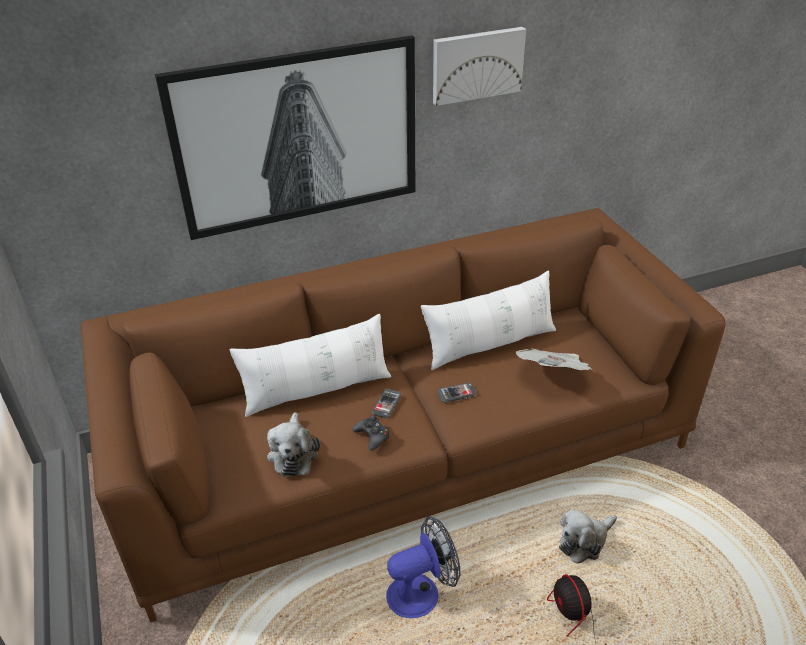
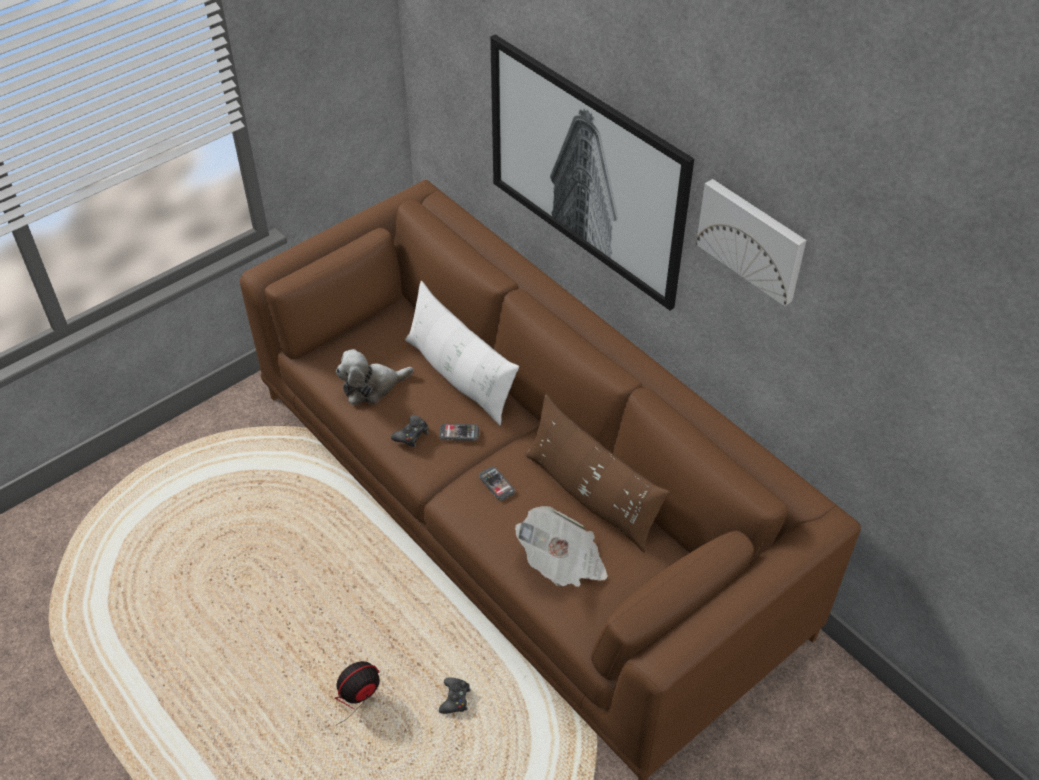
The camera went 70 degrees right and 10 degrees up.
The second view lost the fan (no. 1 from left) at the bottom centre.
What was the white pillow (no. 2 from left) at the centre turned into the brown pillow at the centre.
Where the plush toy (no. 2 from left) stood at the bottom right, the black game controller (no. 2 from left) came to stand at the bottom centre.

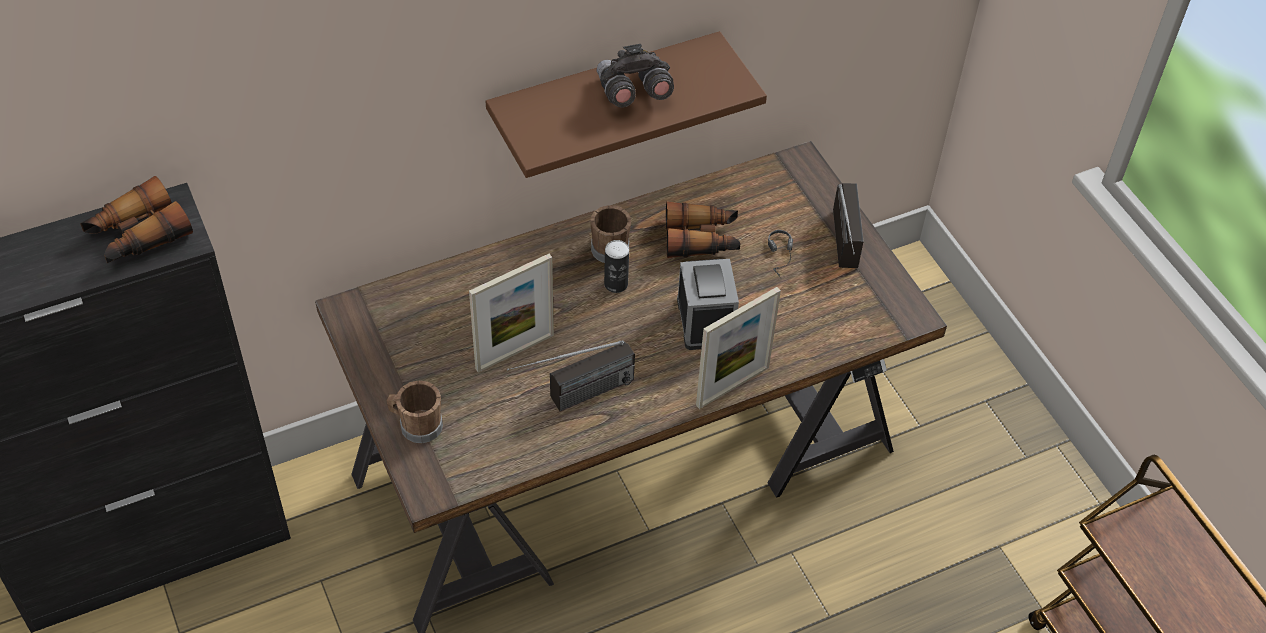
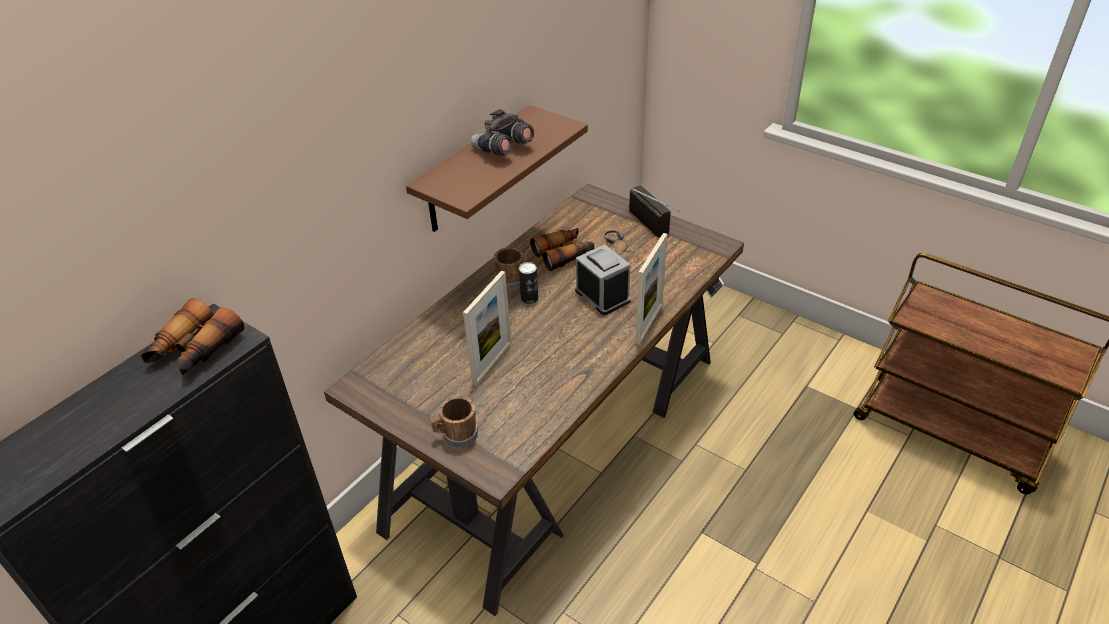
The camera went 25 degrees left and 10 degrees down.
The second view lost the radio (no. 1 from left) at the centre.

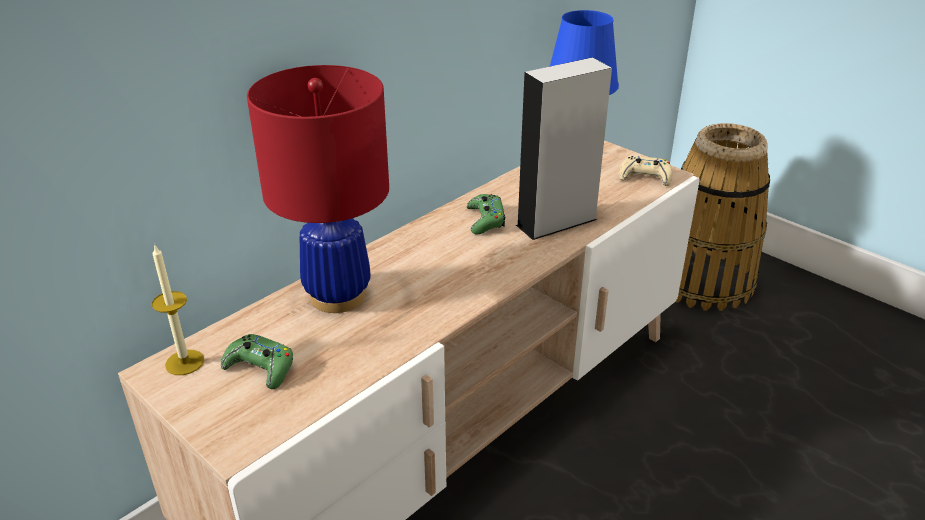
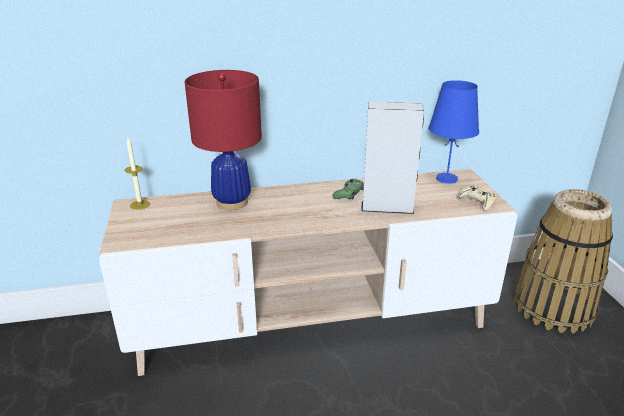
The camera went 35 degrees right and 5 degrees down.
The second view lost the green game controller (no. 1 from left) at the bottom left.

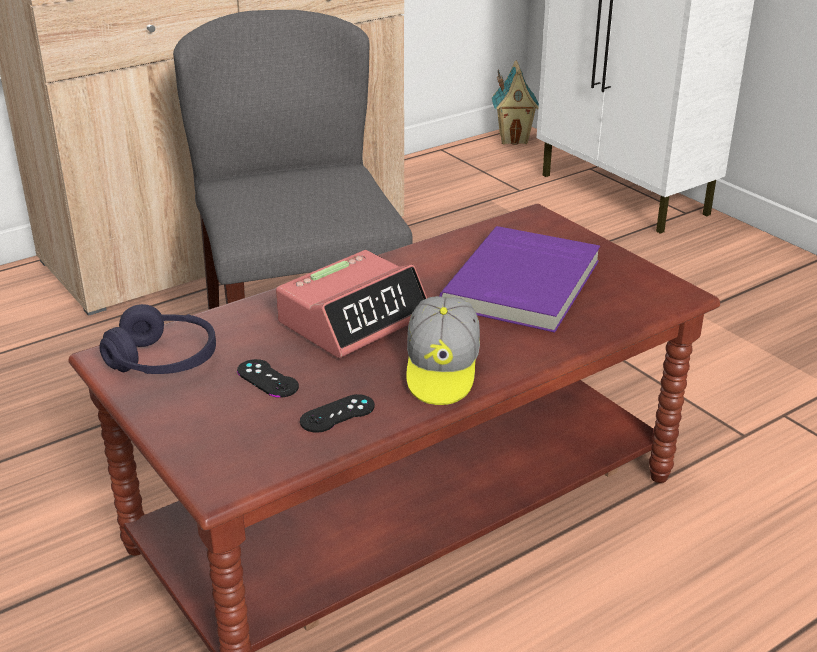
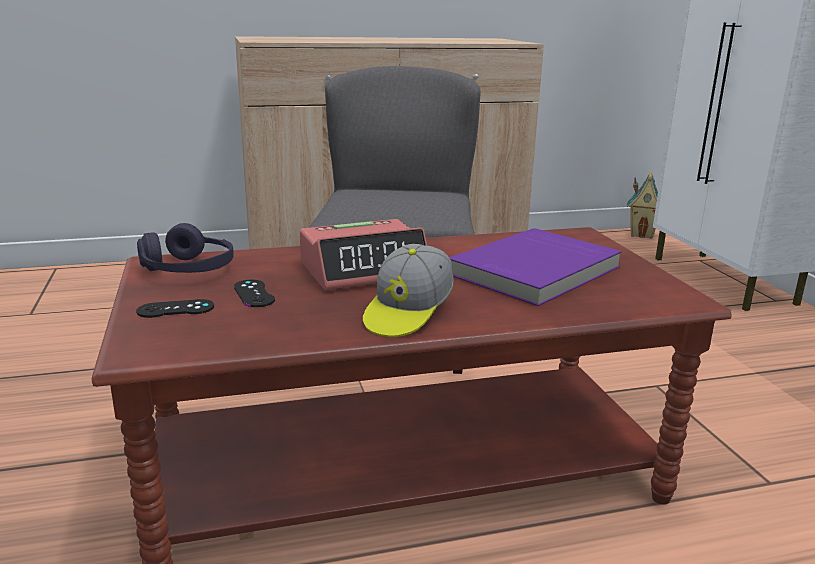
The camera went 20 degrees right and 10 degrees down.
The black game controller (no. 2 from left in the first image) ended up elsewhere, having gone from the centre to the middle left.

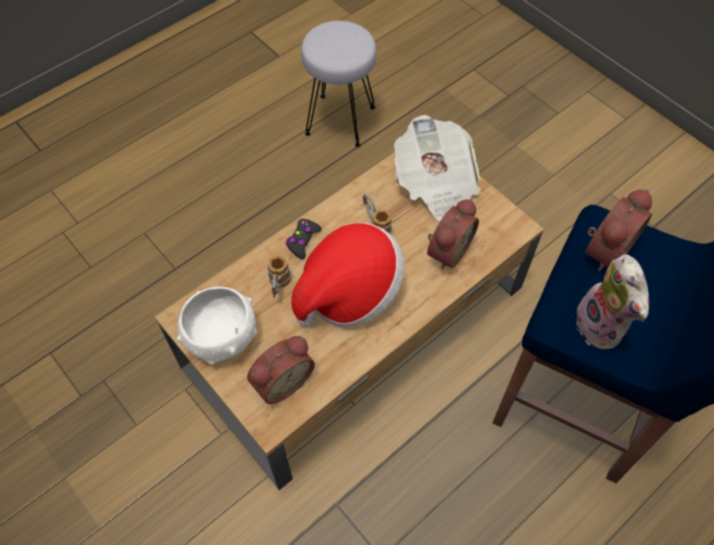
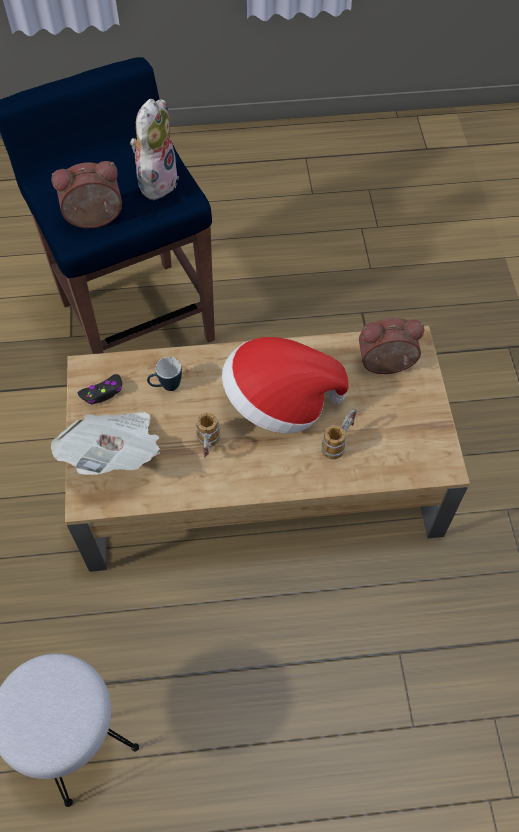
The camera went 145 degrees left and 0 degrees up.
The second view lost the white bowl at the middle left.
The black game controller ended up elsewhere, having gone from the centre to the middle left.
Where the alarm clock (no. 2 from left) stood at the centre, the mug (no. 1 from left) came to stand at the middle left.

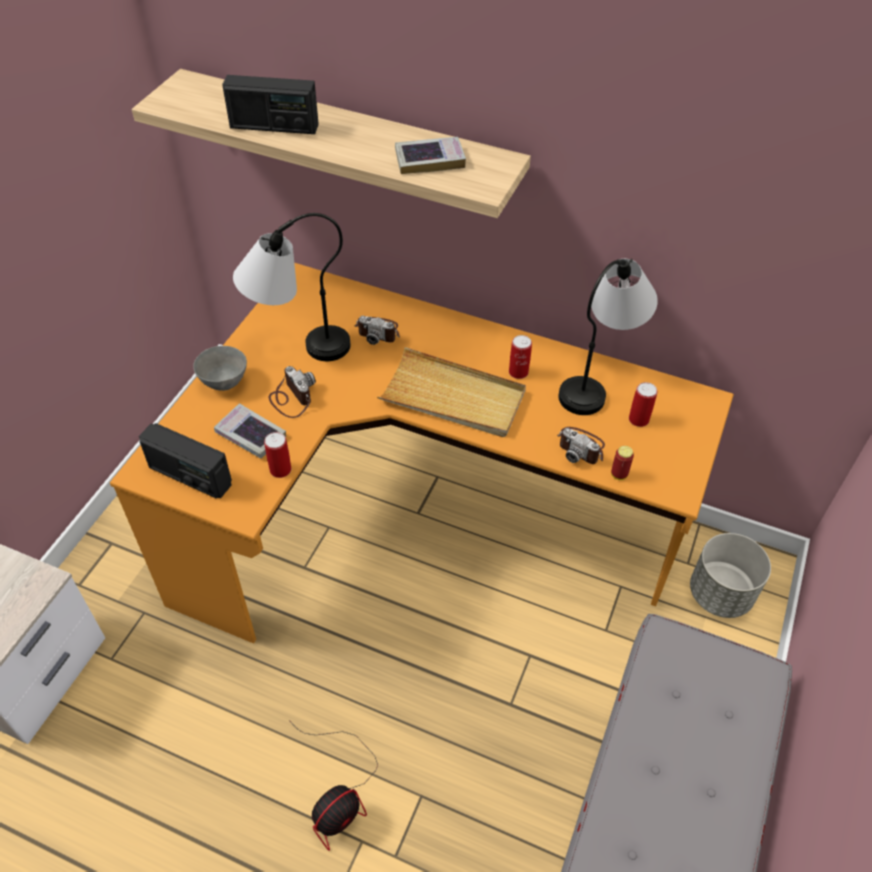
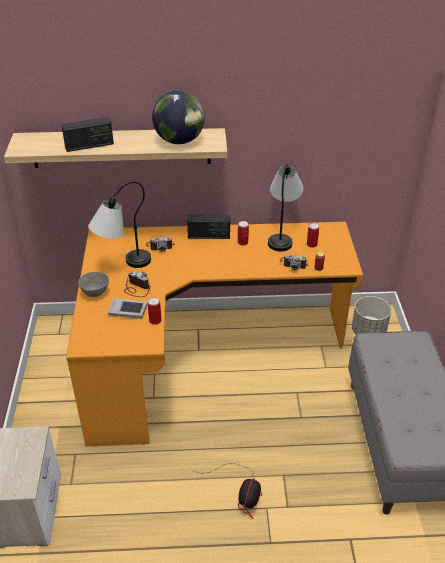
The camera went 25 degrees left and 10 degrees down.
The radio (no. 1 from left in the first image) ended up elsewhere, having gone from the middle left to the centre.
The second view lost the beige tray at the centre.
Where the book (no. 2 from left) stood at the top centre, the globe came to stand at the top centre.

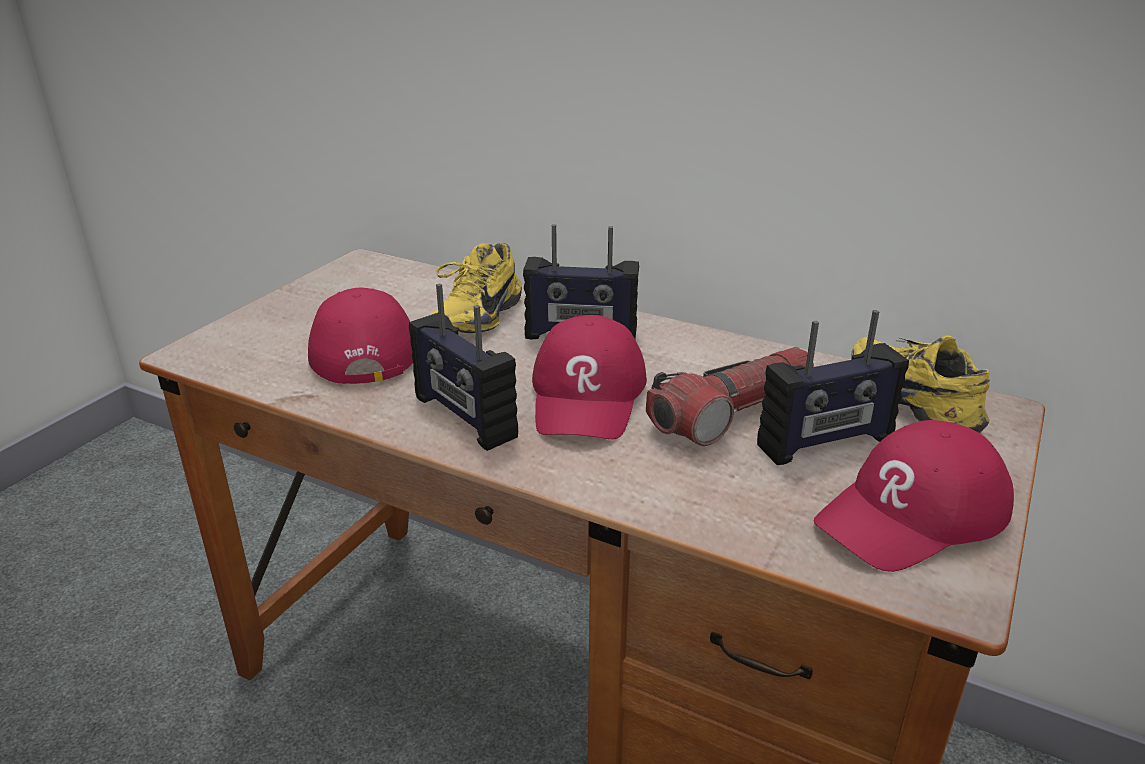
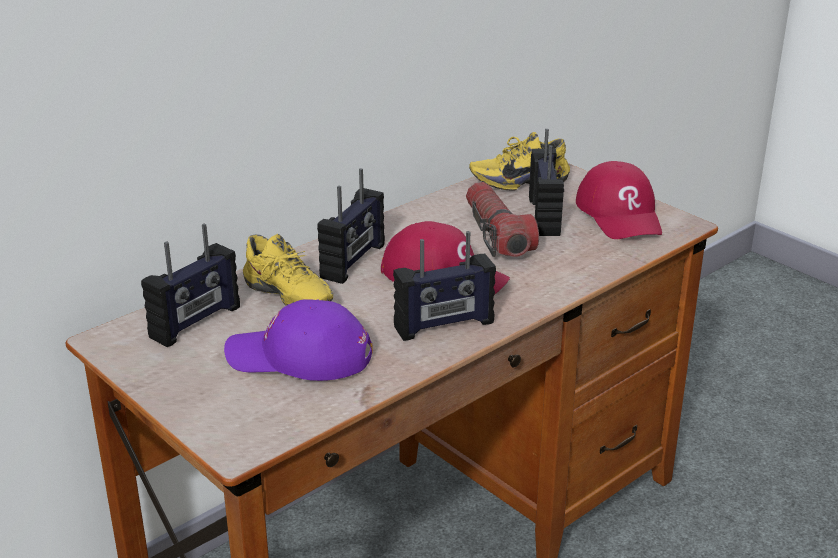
The camera went 70 degrees left and 0 degrees up.
What was the red cap (no. 1 from left) at the middle left turned into the purple cap at the centre.
The second view gained the radio (no. 1 from left) at the middle left.

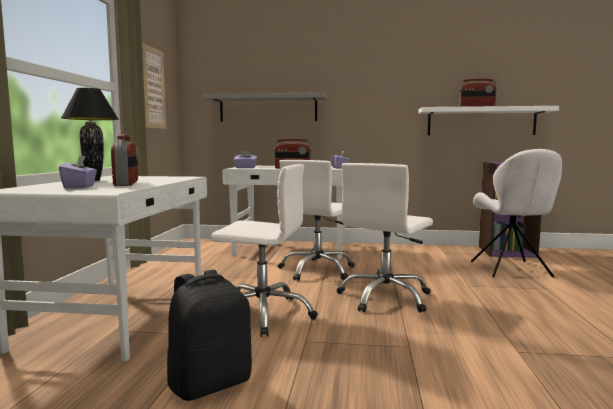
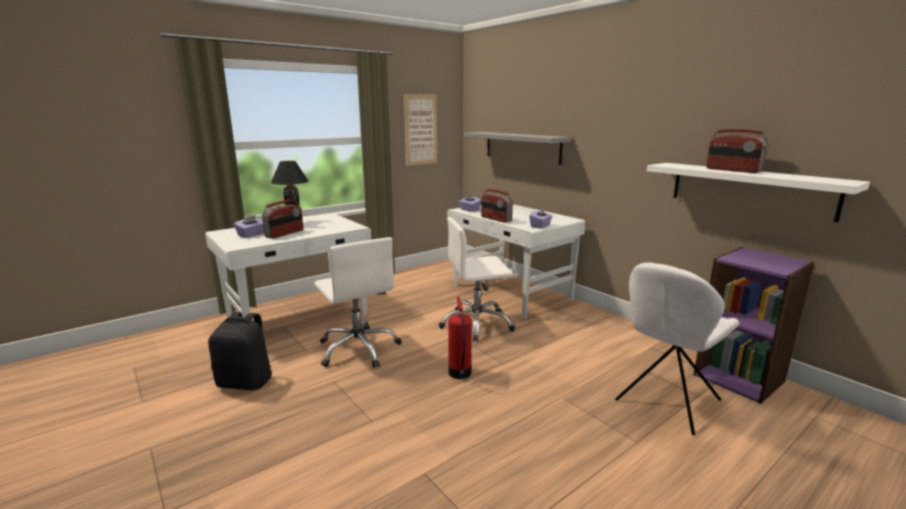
The camera went 45 degrees right and 10 degrees up.
Where the white office chair (no. 3 from left) stood at the centre, the fire extinguisher came to stand at the centre.

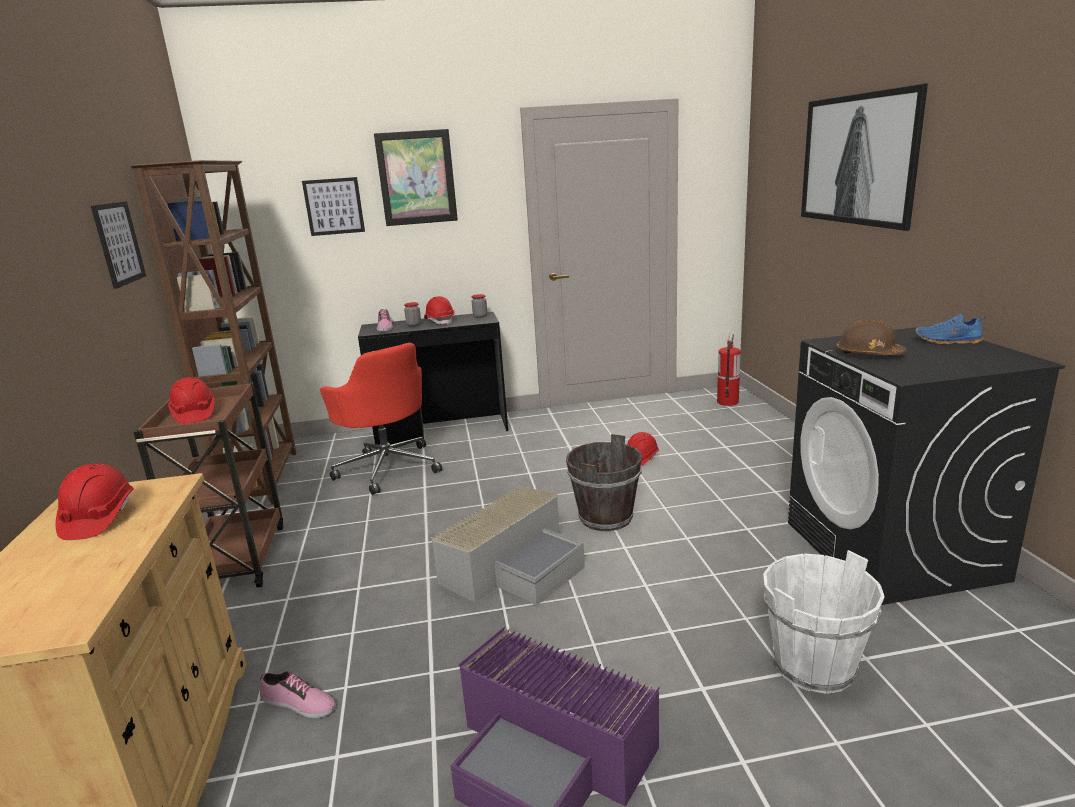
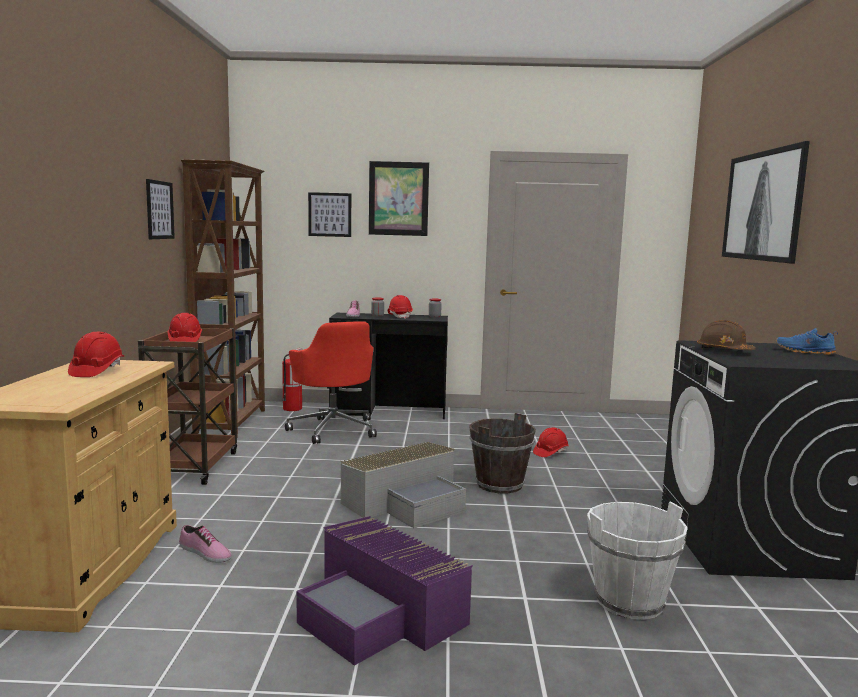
The camera went 10 degrees right and 10 degrees down.
The fire extinguisher ended up elsewhere, having gone from the middle right to the centre.

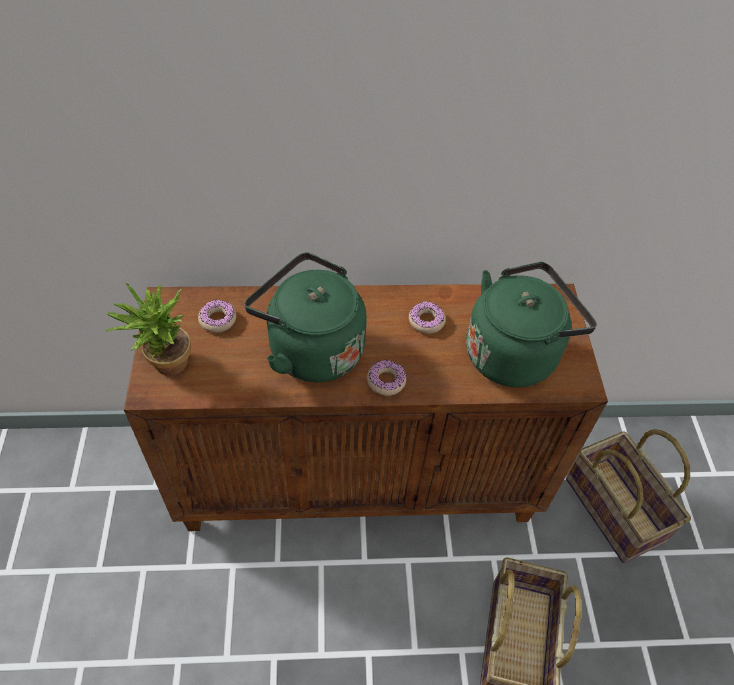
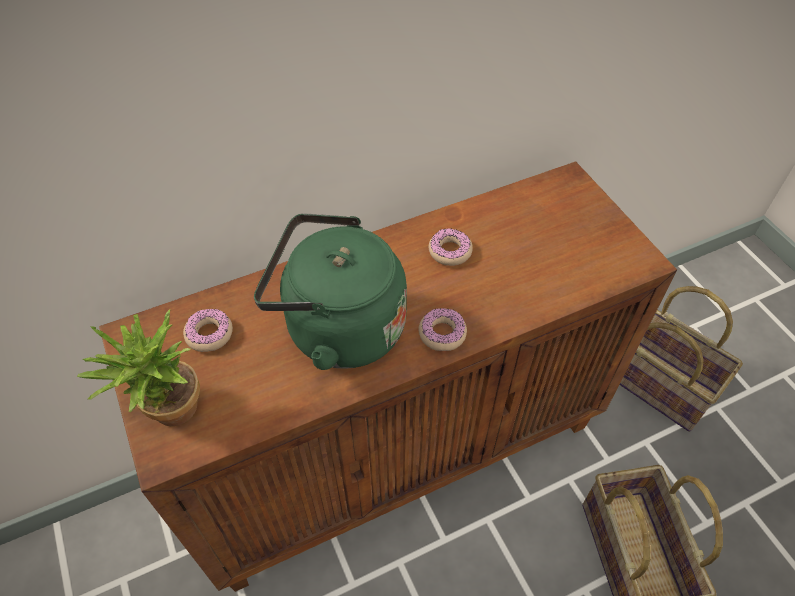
The camera went 20 degrees left and 0 degrees up.
The second view lost the green kettle (no. 2 from left) at the middle right.

